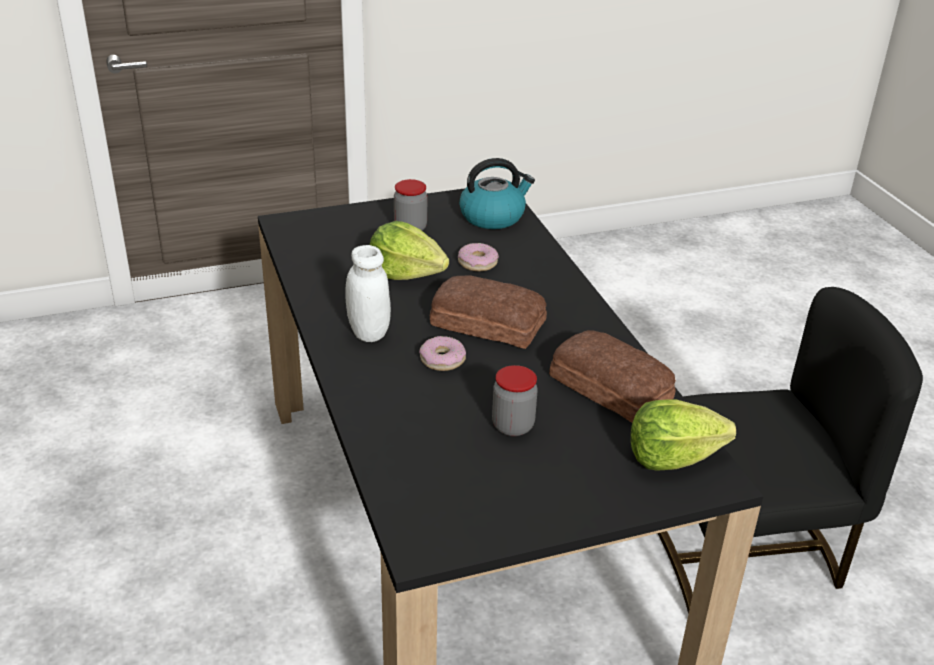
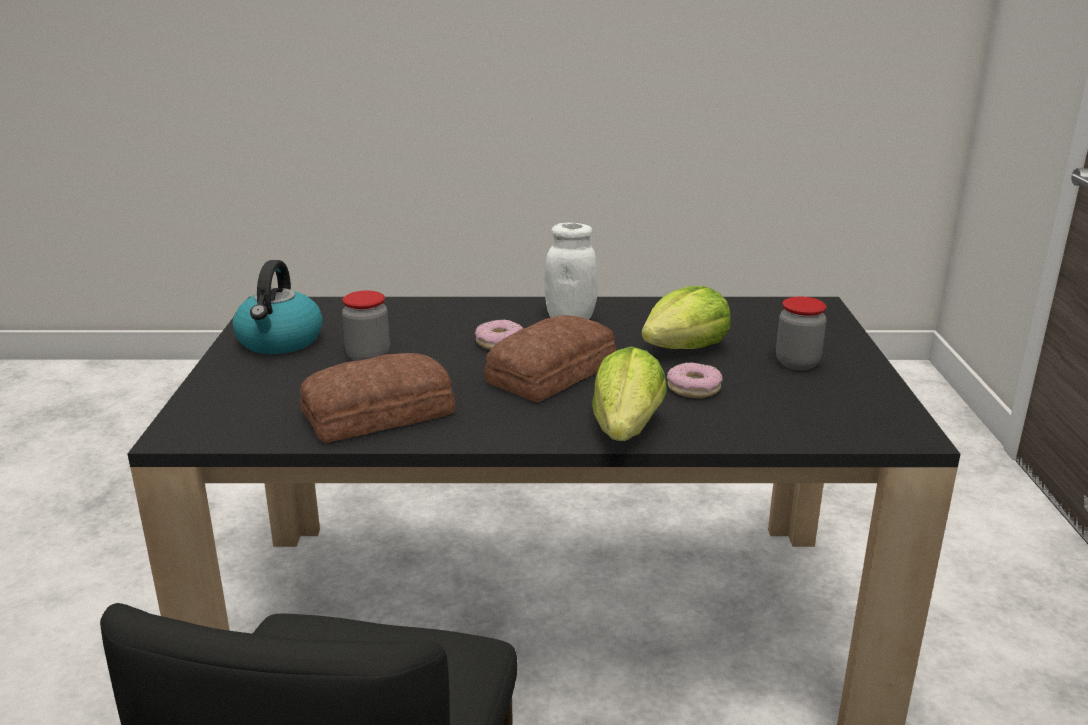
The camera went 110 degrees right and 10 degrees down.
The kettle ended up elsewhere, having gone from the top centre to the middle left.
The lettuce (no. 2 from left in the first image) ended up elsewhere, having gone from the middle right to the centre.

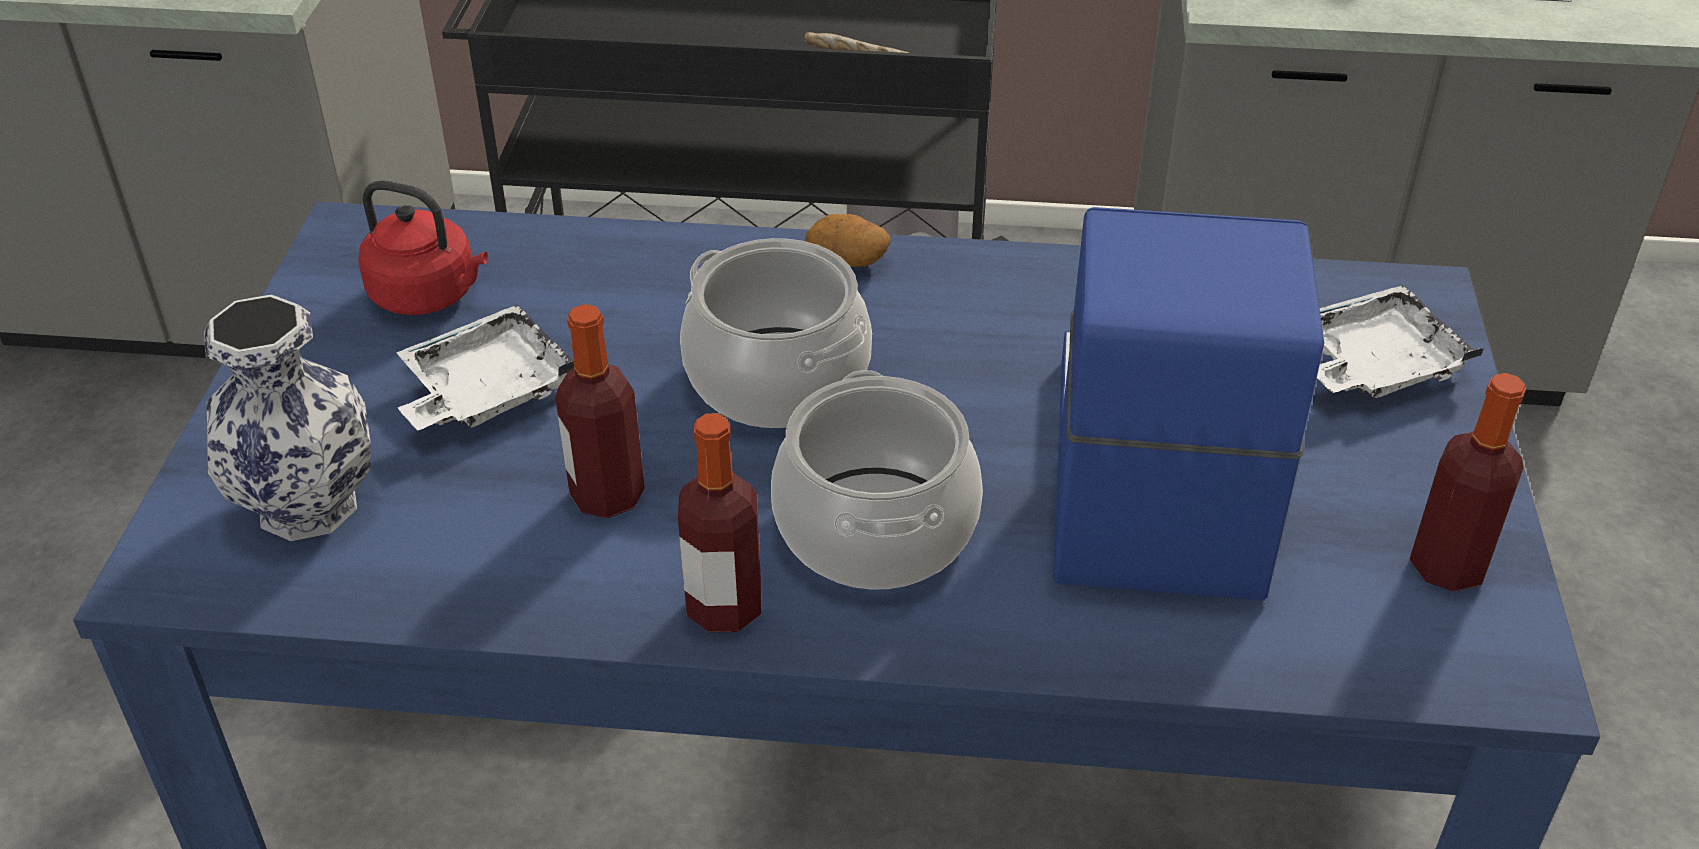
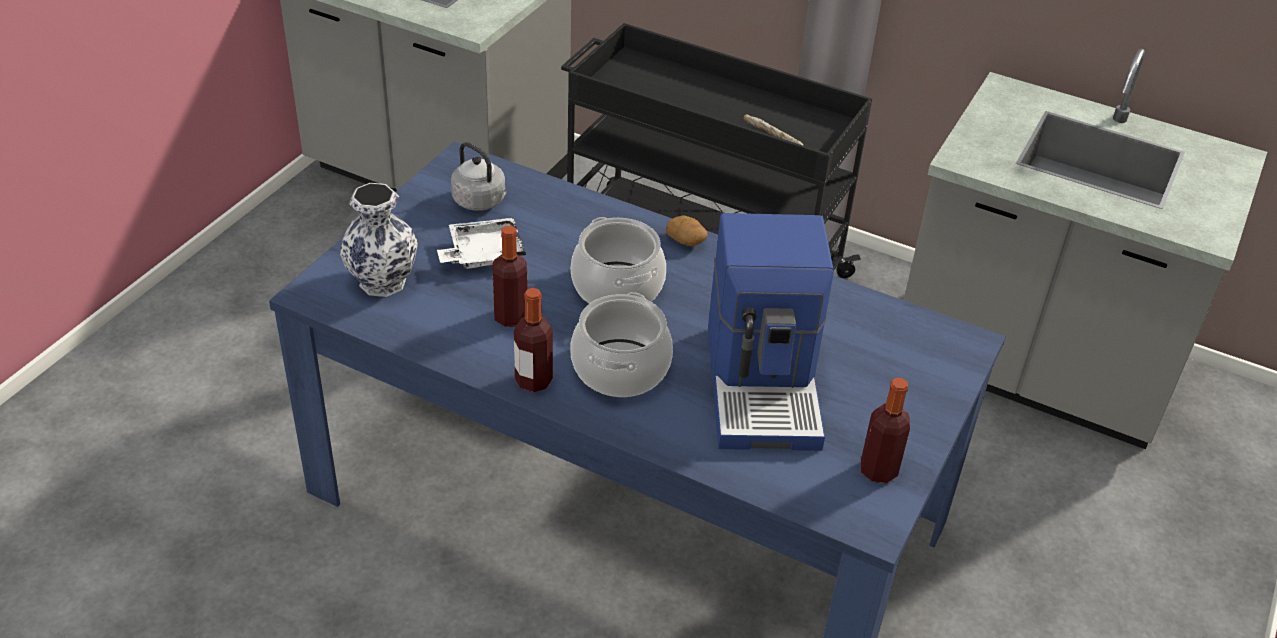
The camera went 20 degrees right and 0 degrees up.
What was the red kettle at the top left turned into the grey kettle at the top centre.
The coffee machine at the middle right ended up facing another way, 150 degrees clockwise from before.
The second view lost the white tray (no. 2 from left) at the middle right.

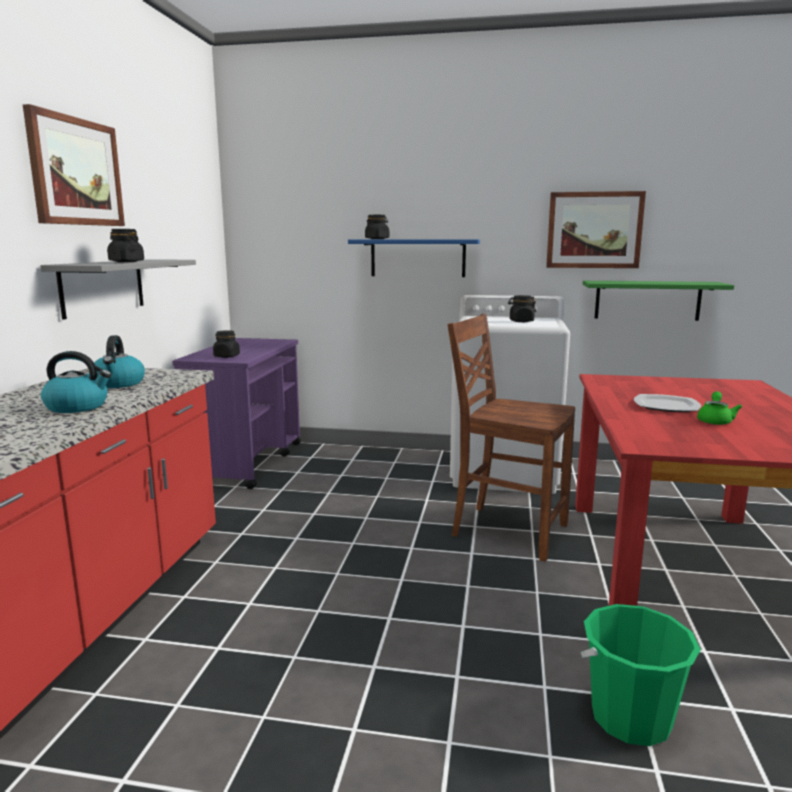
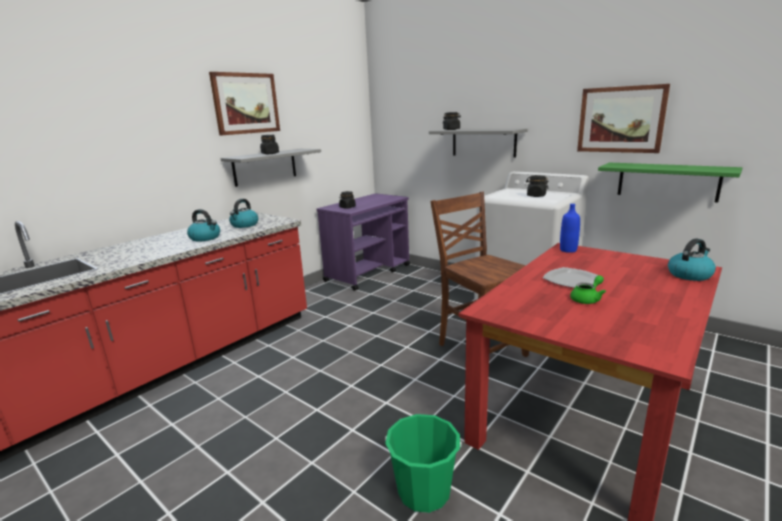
The camera went 30 degrees right and 5 degrees up.
What was the blue shelf at the top centre turned into the grey shelf (no. 2 from left) at the top centre.
The second view gained the blue bottle at the middle right.
The second view gained the kettle (no. 3 from left) at the middle right.

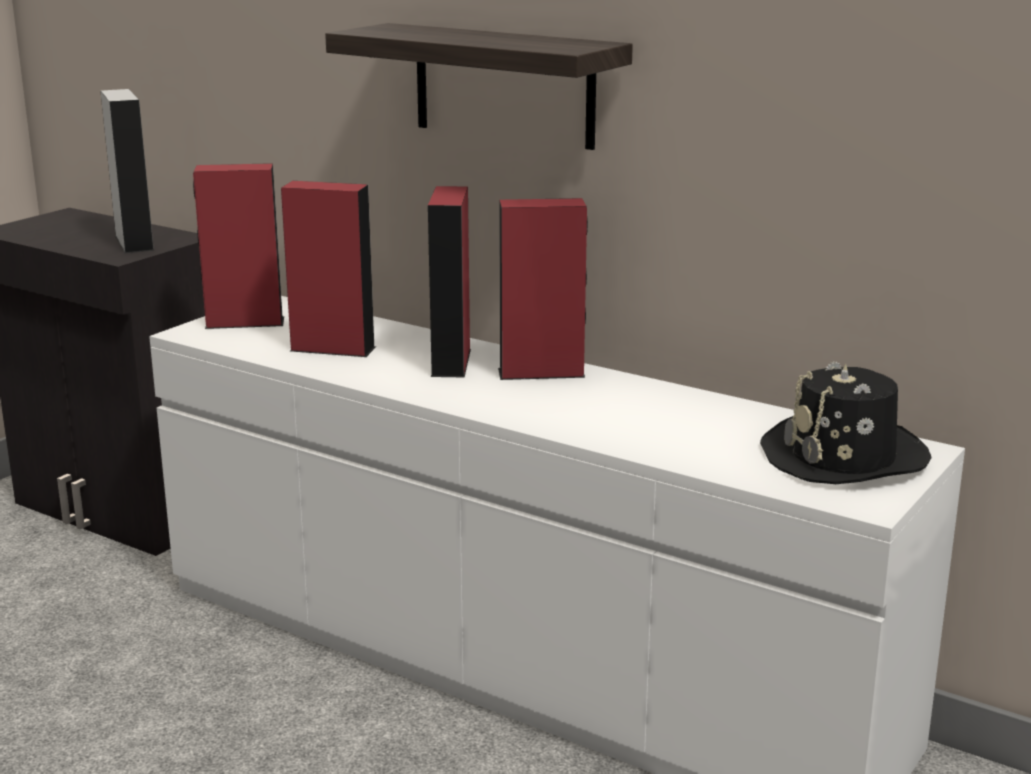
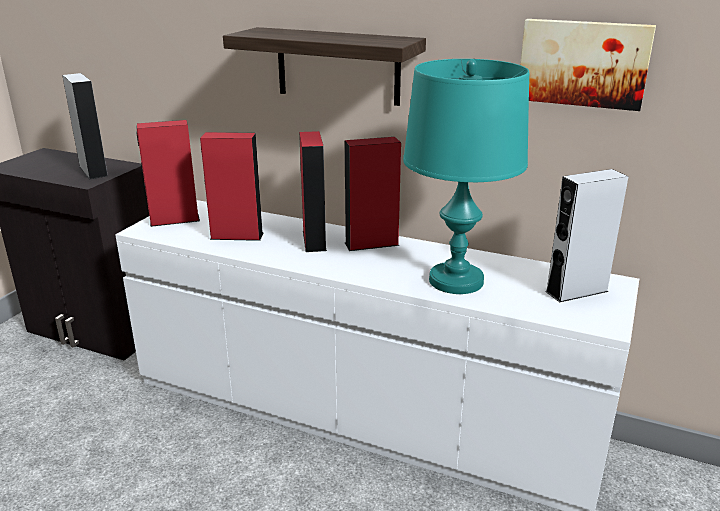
The camera went 10 degrees left and 5 degrees up.
Where the black hat stood at the middle right, the grey speaker (no. 2 from left) came to stand at the middle right.
The second view gained the turquoise table lamp at the centre.
The second view gained the picture at the top right.

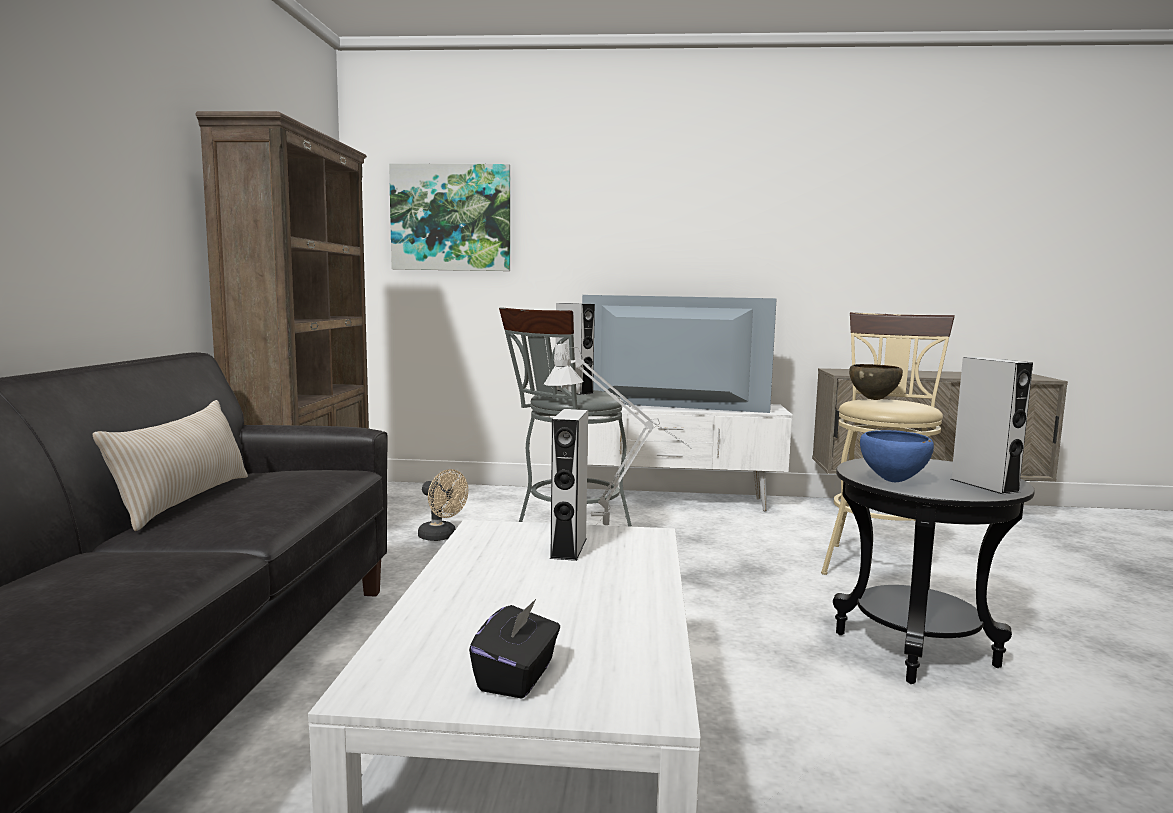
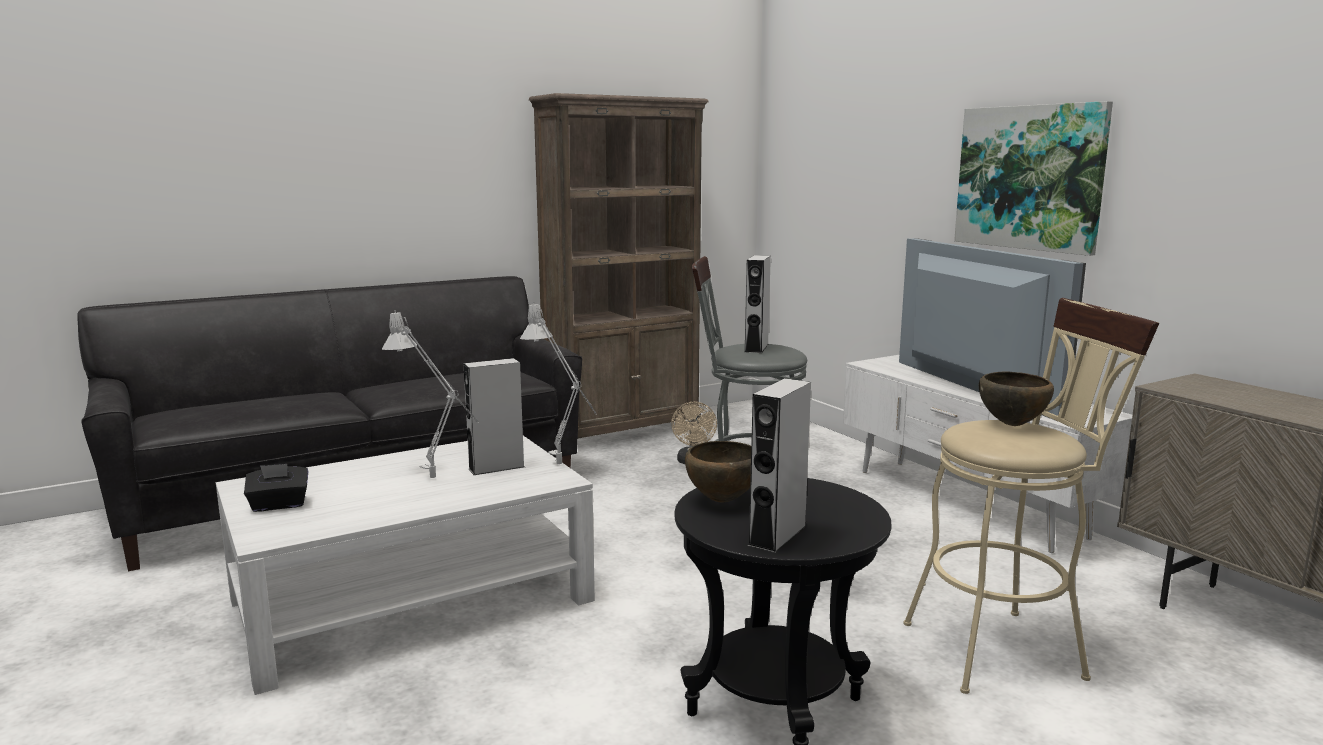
The camera went 55 degrees right and 5 degrees up.
The second view lost the beige pillow at the middle left.
The picture ended up elsewhere, having gone from the top centre to the top right.
What was the blue bowl at the middle right turned into the brown bowl (no. 1 from left) at the centre.
The second view gained the grey table lamp (no. 1 from left) at the middle left.

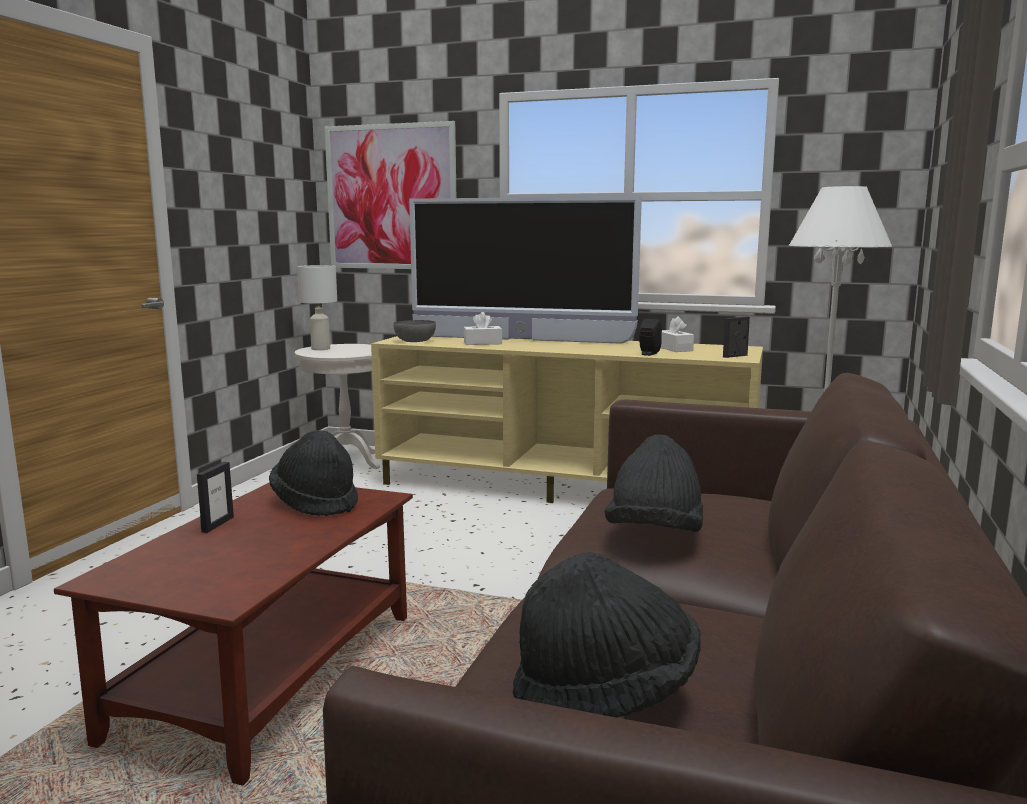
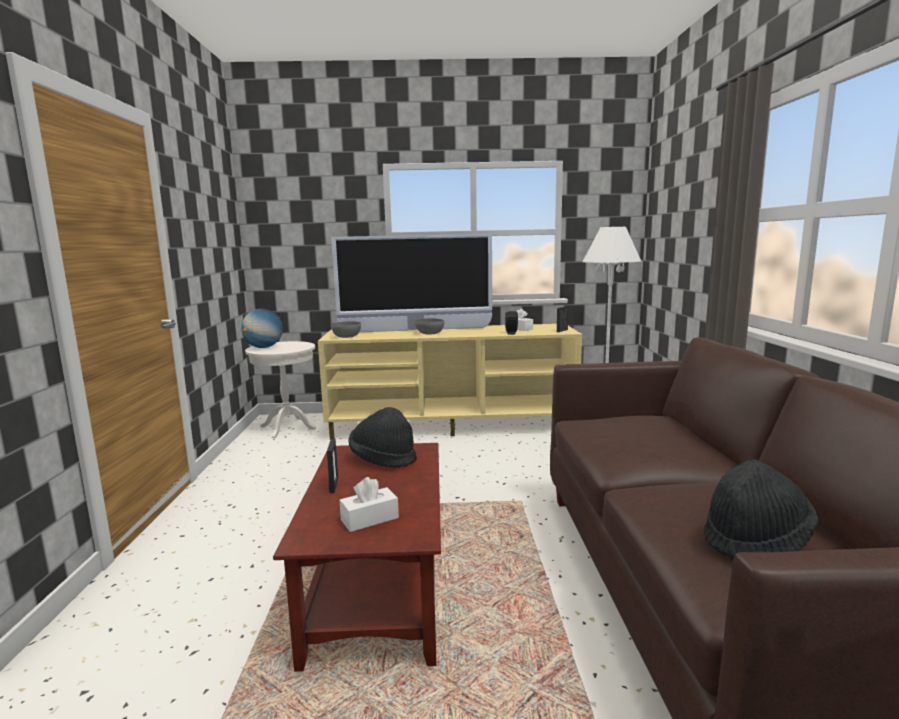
The camera went 20 degrees left and 0 degrees up.
Where the white table lamp stood at the middle left, the globe came to stand at the middle left.
The second view lost the picture at the top centre.
The white tissue box (no. 1 from left) ended up elsewhere, having gone from the centre to the bottom centre.
The second view lost the black hat (no. 3 from left) at the centre.
The second view gained the grey bowl (no. 2 from left) at the centre.

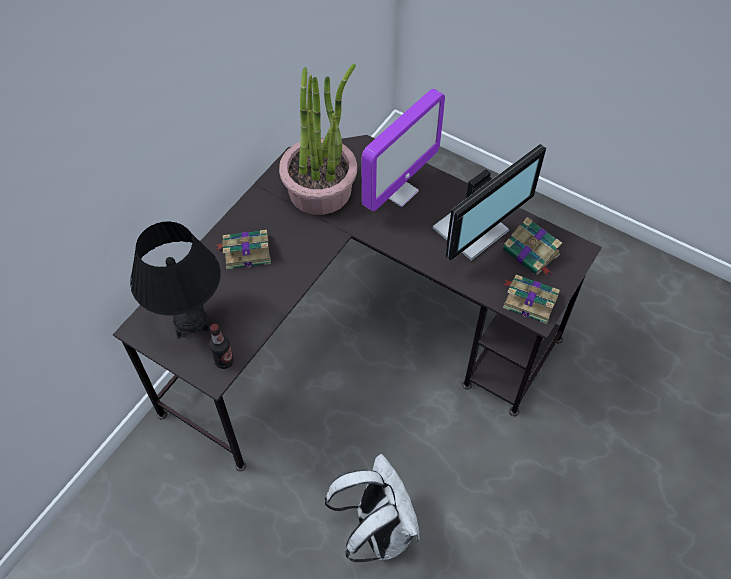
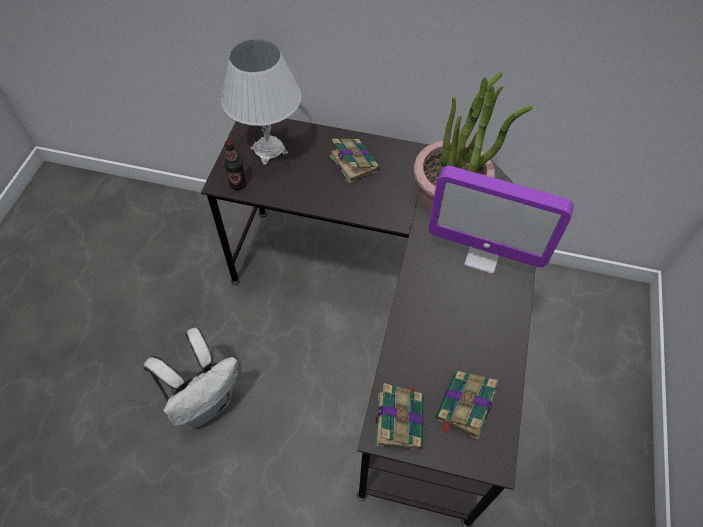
The camera went 70 degrees right and 0 degrees up.
What was the black table lamp at the middle left turned into the white table lamp at the top centre.
The second view lost the monitor (no. 2 from left) at the middle right.

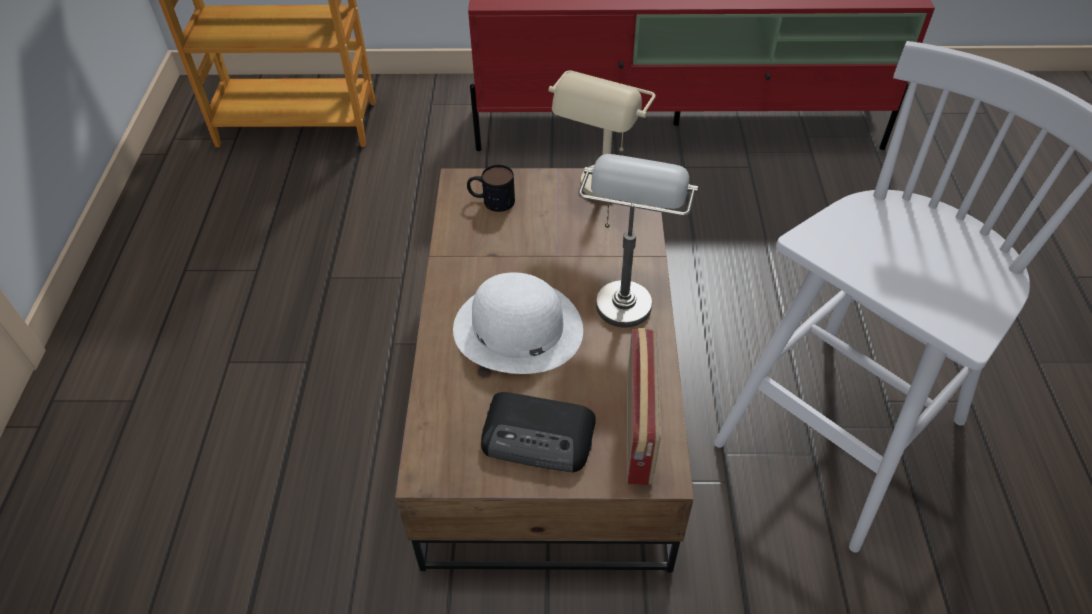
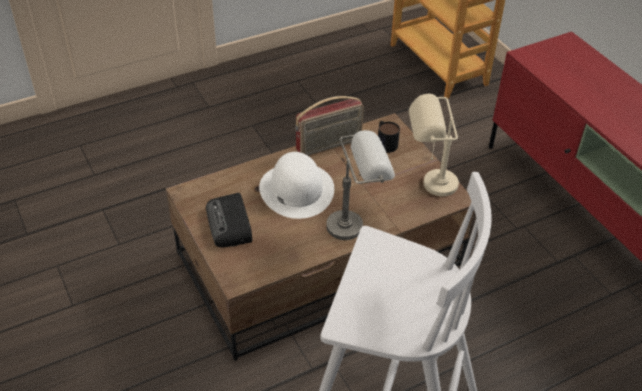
The camera went 60 degrees right and 5 degrees down.
The radio (no. 2 from left) ended up elsewhere, having gone from the centre to the top centre.

